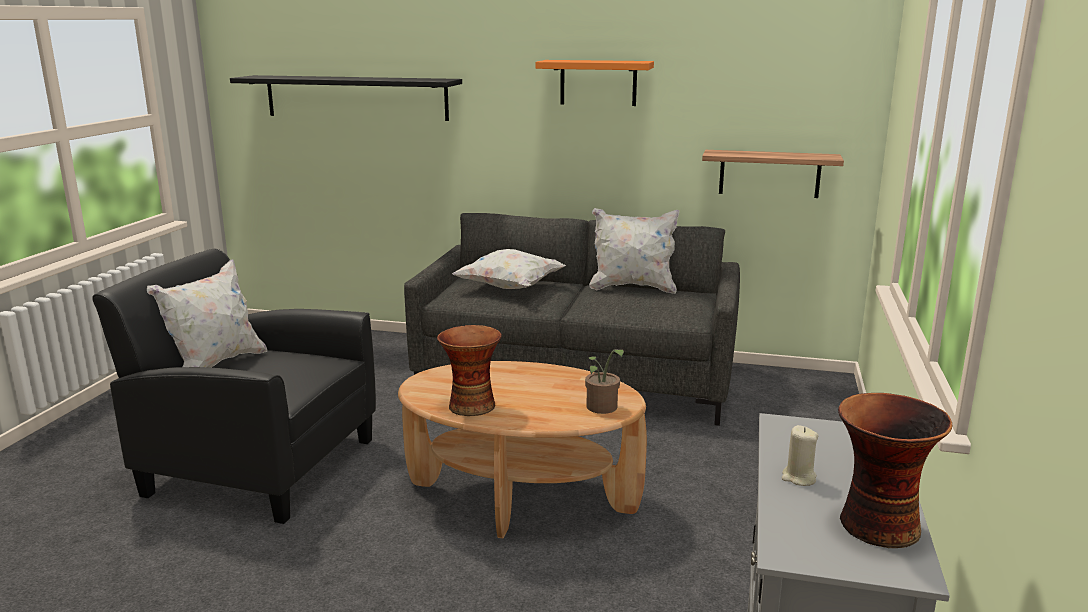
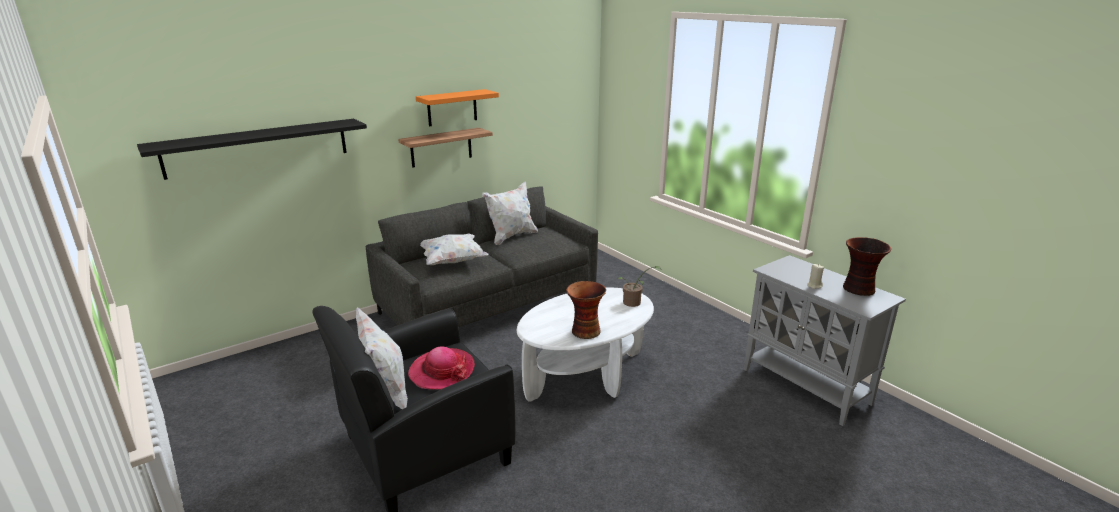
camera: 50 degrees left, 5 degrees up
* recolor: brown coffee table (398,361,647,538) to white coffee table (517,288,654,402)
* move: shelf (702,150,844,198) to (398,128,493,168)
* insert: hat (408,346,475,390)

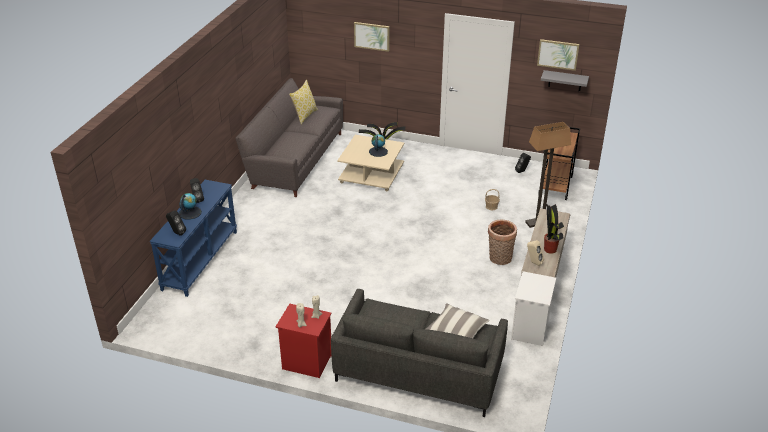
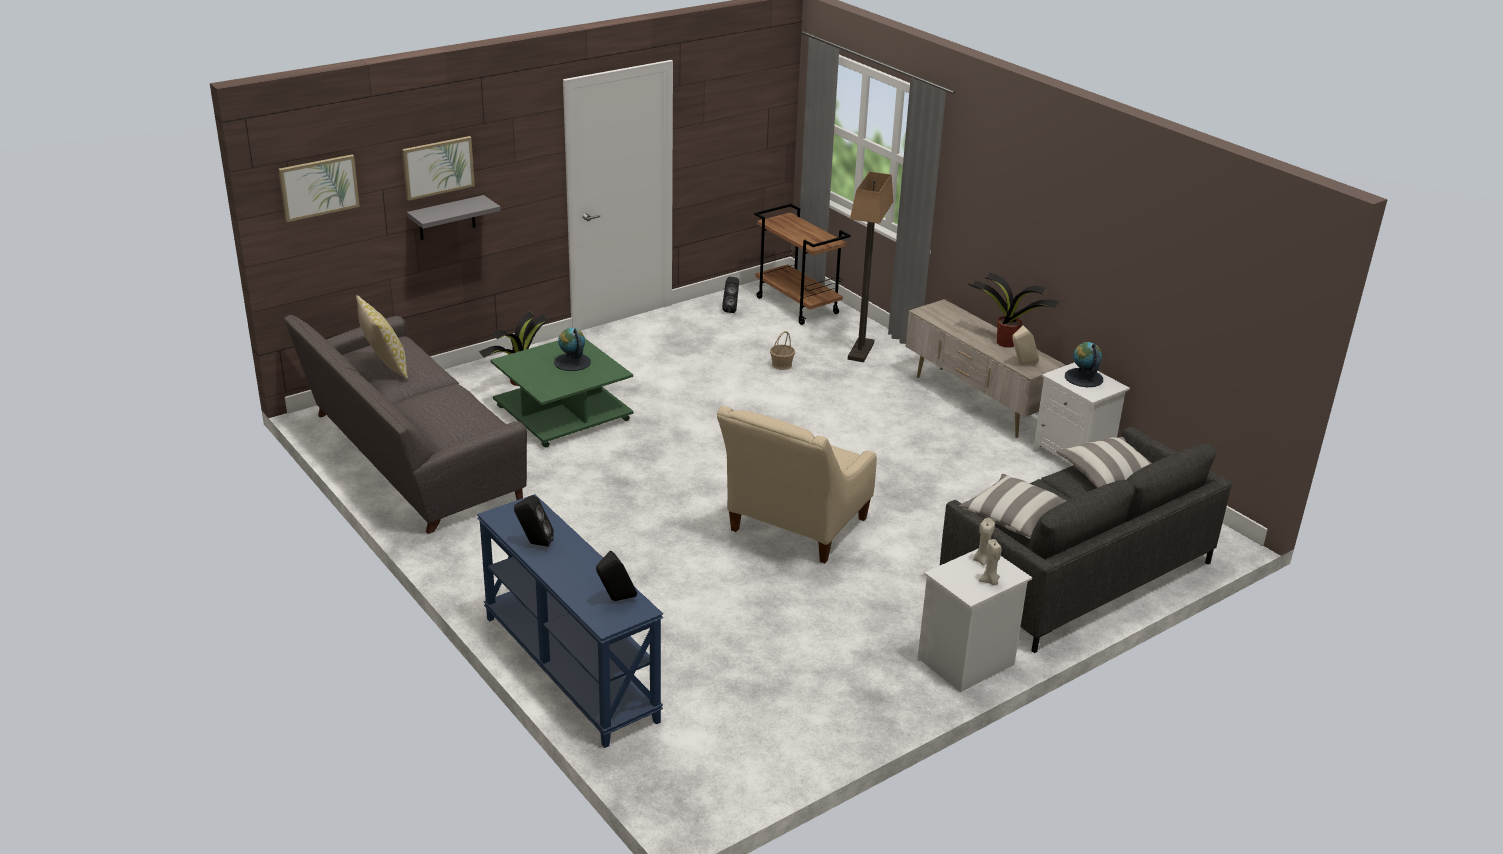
camera: 55 degrees left, 5 degrees down
* move: globe (179,193,202,220) to (1065,342,1103,387)
* recolor: red nightstand (275,304,331,378) to white nightstand (917,548,1032,692)
* recolor: beige coffee table (337,135,404,191) to green coffee table (490,339,634,447)
* delete: basket (488,219,517,265)
* move: picture (537,39,580,71) to (278,155,360,222)
* move: grey shelf (541,70,589,91) to (407,195,501,240)
* insert: beige armchair (717,406,877,563)
* insert: pillow (958,474,1066,539)

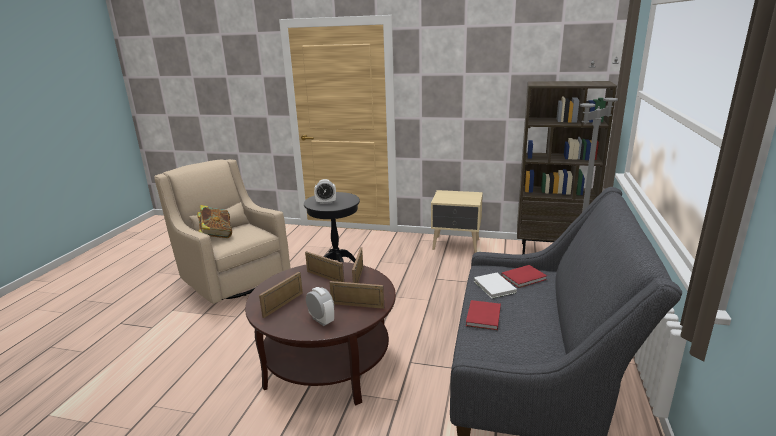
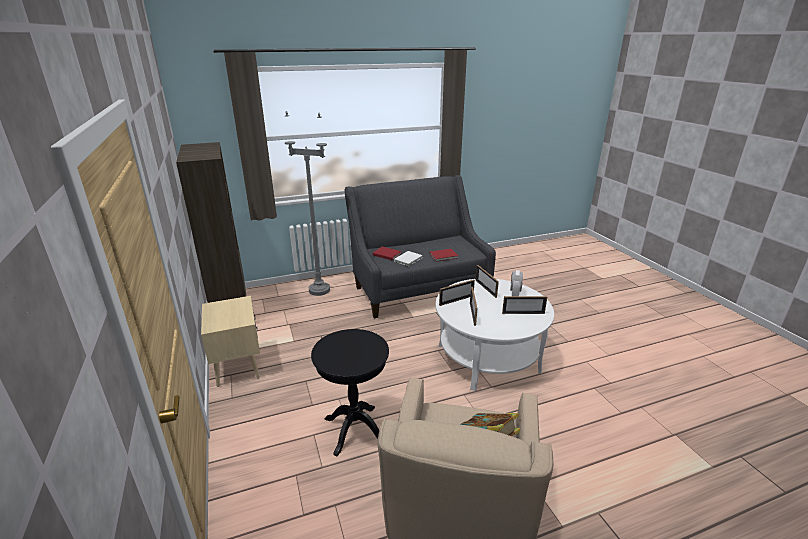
camera: 125 degrees left, 5 degrees up
* recolor: brown coffee table (245,262,396,405) to white coffee table (436,279,554,391)
* delete: alarm clock (314,179,336,204)

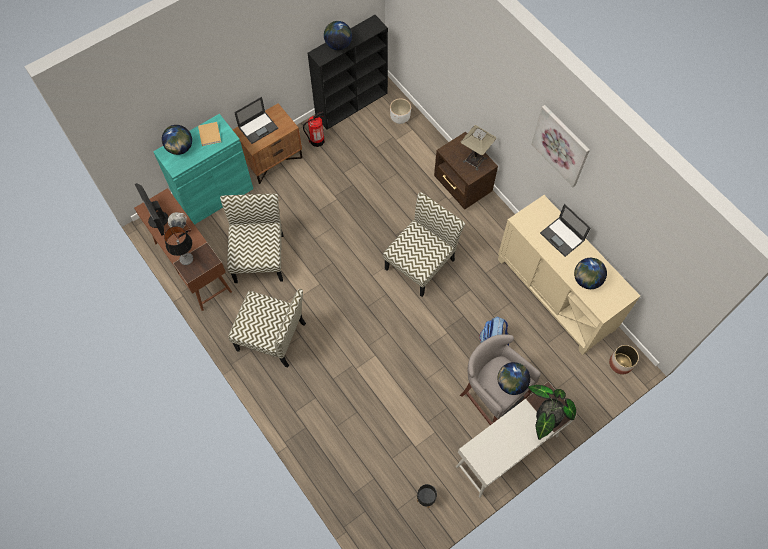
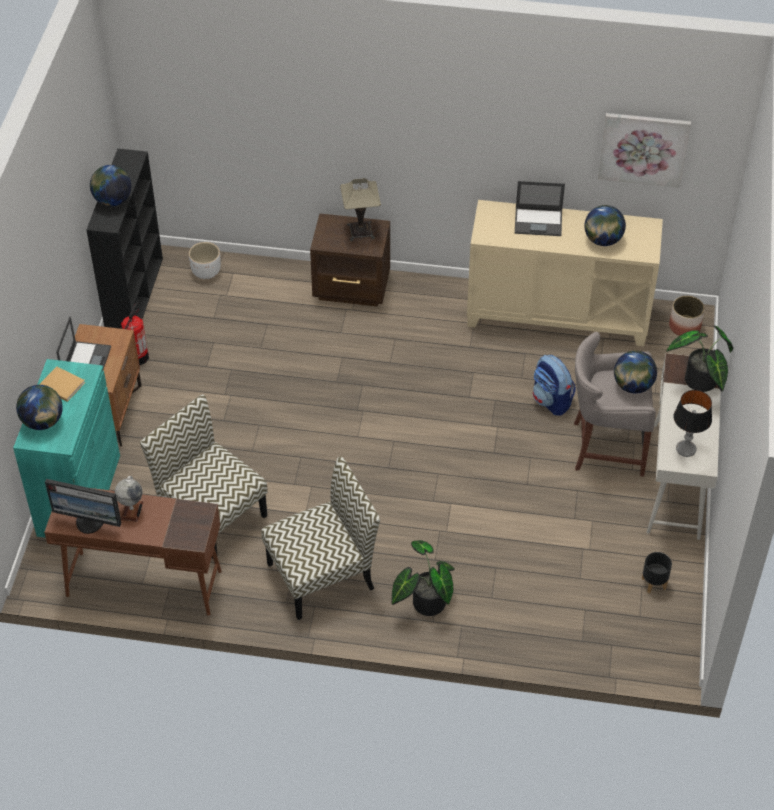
camera: 45 degrees left, 15 degrees down
* move: table lamp (164,226,193,265) to (674,390,712,457)
* delete: chair (383,192,465,297)
* move: picture (531,105,590,187) to (598,113,691,188)
* insert: potted plant (392,540,455,616)

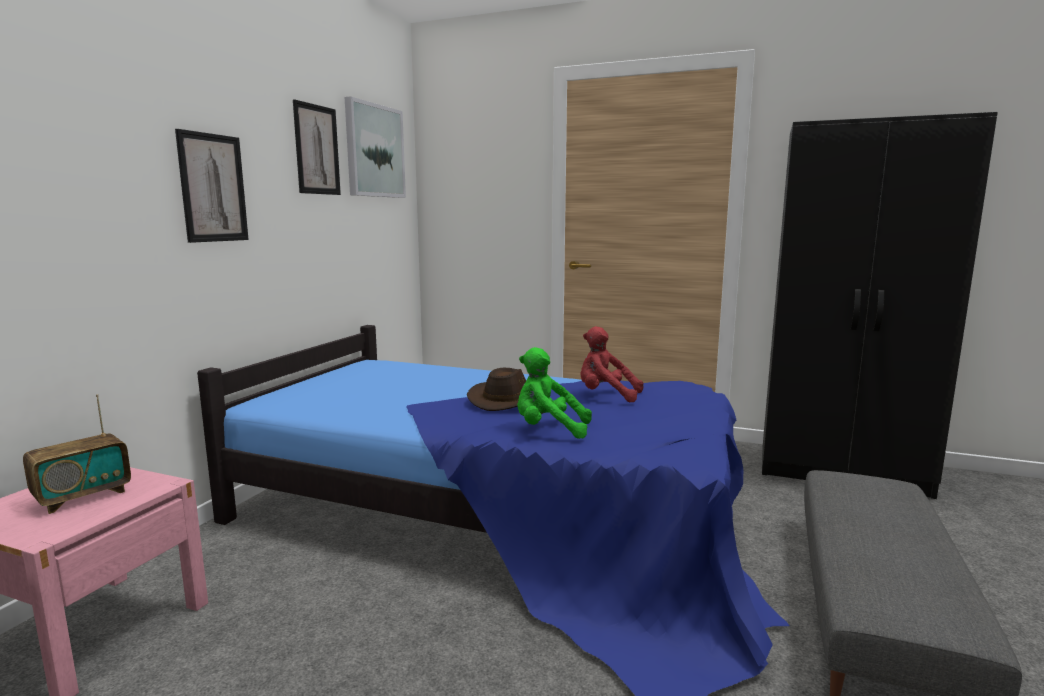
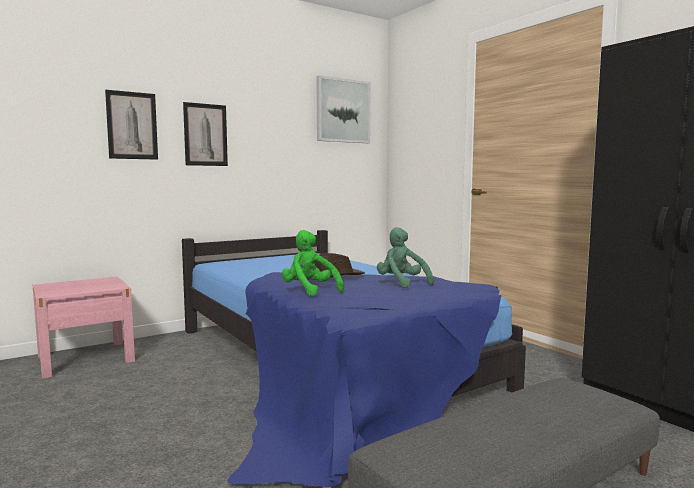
camera: 35 degrees right, 5 degrees down
* delete: radio (23,394,131,514)
* move: picture (293,99,341,195) to (105,90,158,160)
* recolor: red plush toy (580,326,644,402) to green plush toy (377,227,434,288)

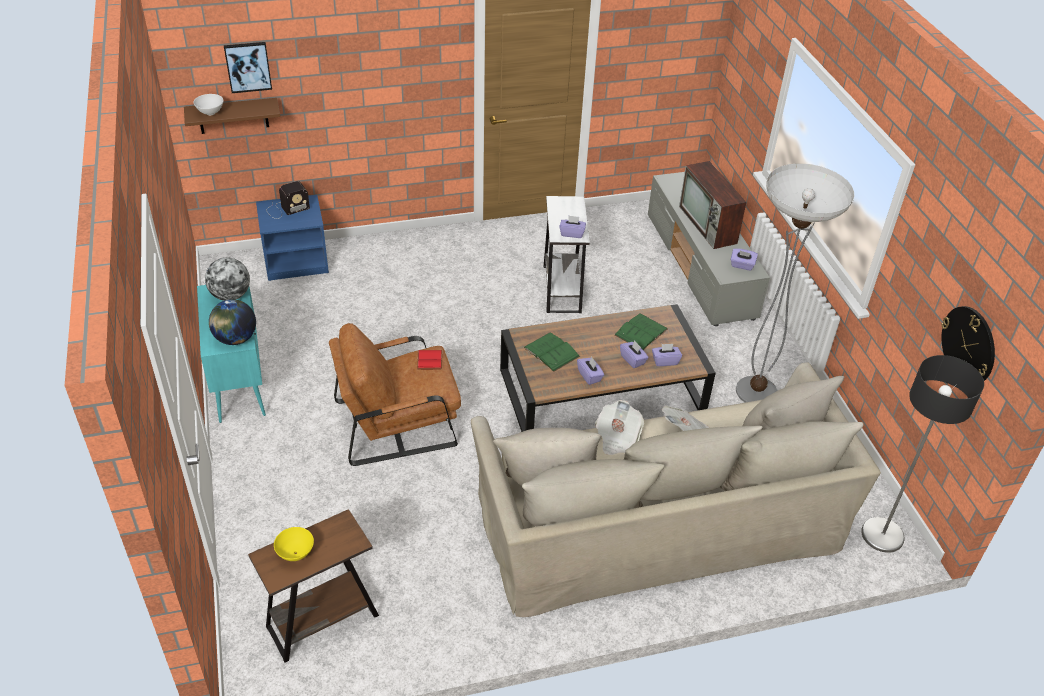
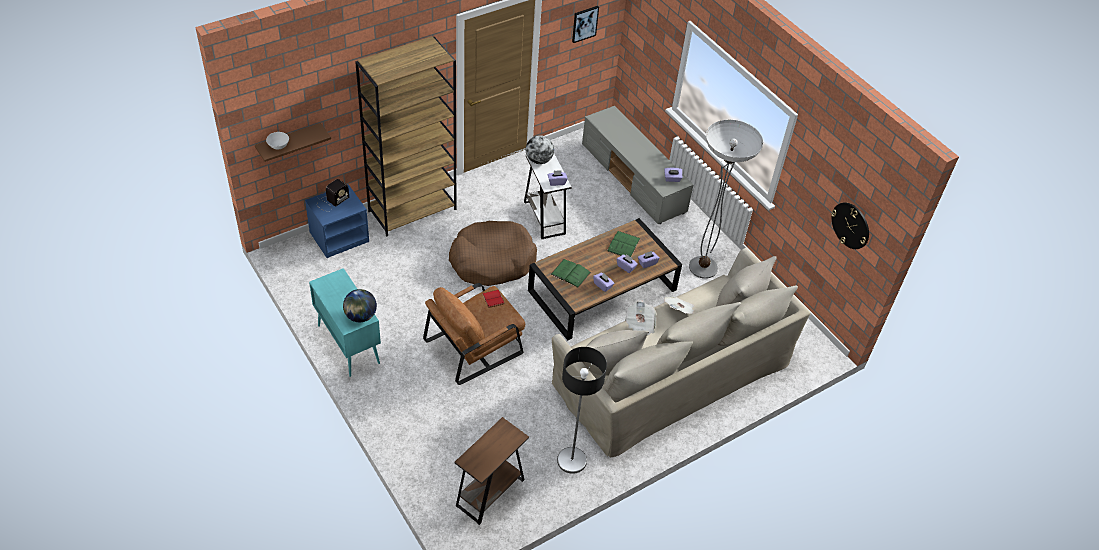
camera: 20 degrees left, 5 degrees up
* move: globe (205,258,250,301) to (526,135,554,164)
* move: picture (224,42,272,93) to (572,6,599,43)
* delete: yellow bowl (274,527,314,561)
* delete: television (679,161,746,249)
* move: floor lamp (861,355,984,553) to (557,347,607,474)
* insert: brown bookcase (355,36,456,237)
* insert: brown dog bed (449,221,537,286)

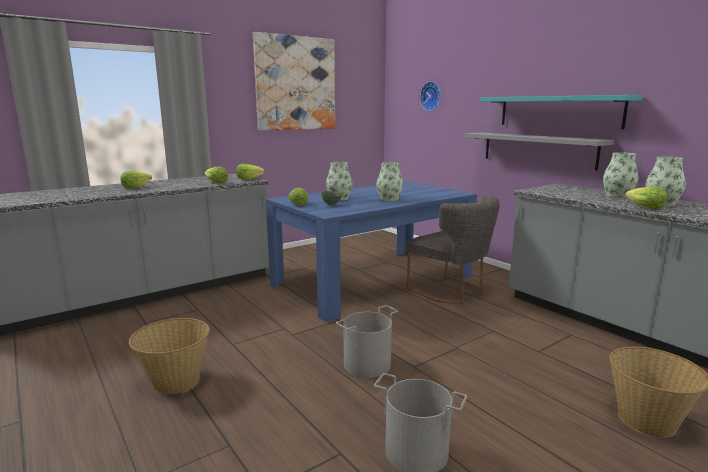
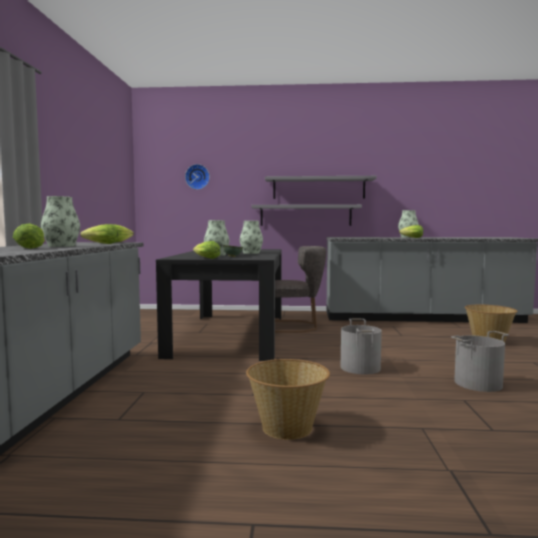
camera: 50 degrees left, 10 degrees down
* delete: picture (253,32,335,131)
* recolor: blue dining table (266,181,477,322) to black dining table (156,249,282,361)
* recolor: turquoise shelf (480,95,643,129) to grey shelf (265,176,376,199)
* move: vase (603,152,639,198) to (41,196,80,247)

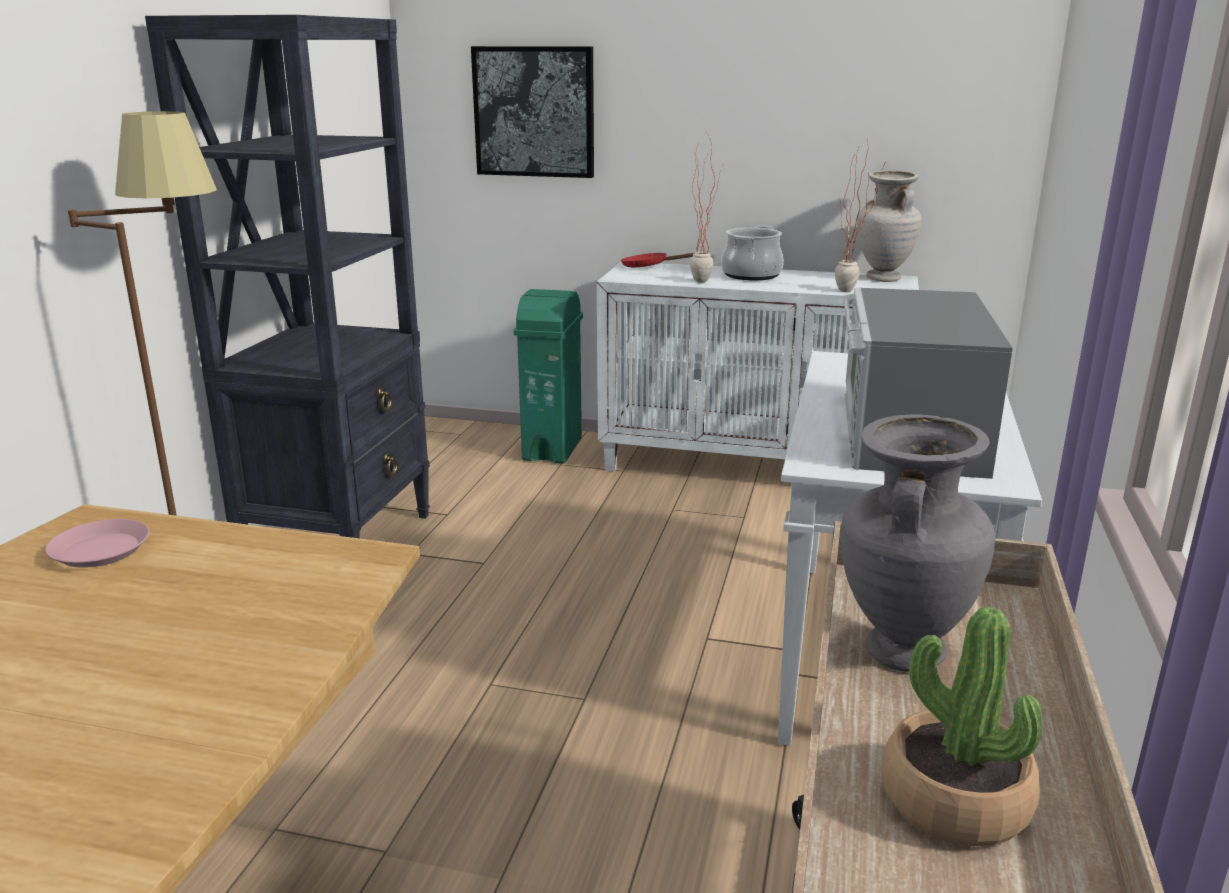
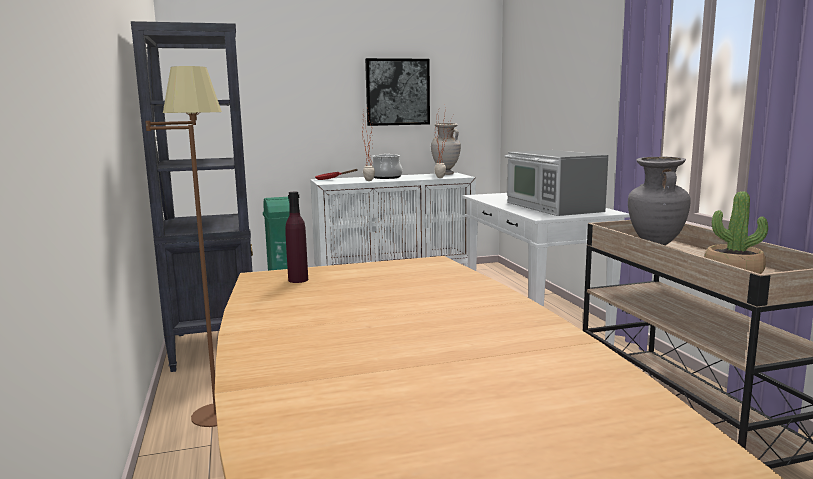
camera: 30 degrees left, 10 degrees down
* replace: pink plate (45,519,150,568) to purple bottle (285,192,308,283)
* move: picture (471,46,594,178) to (365,58,430,126)

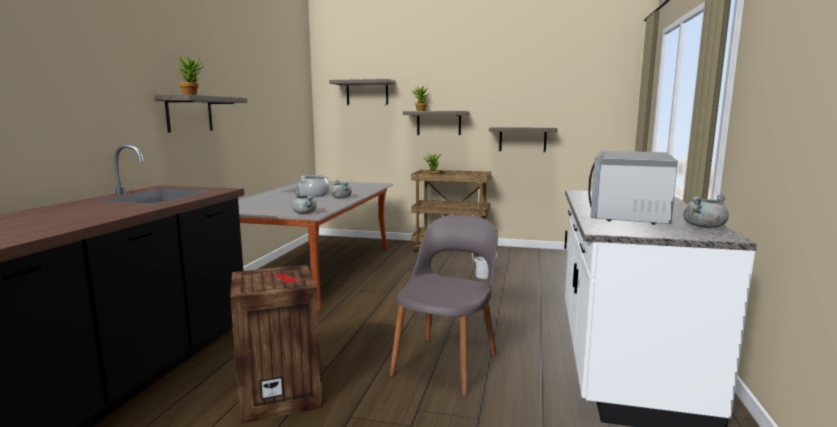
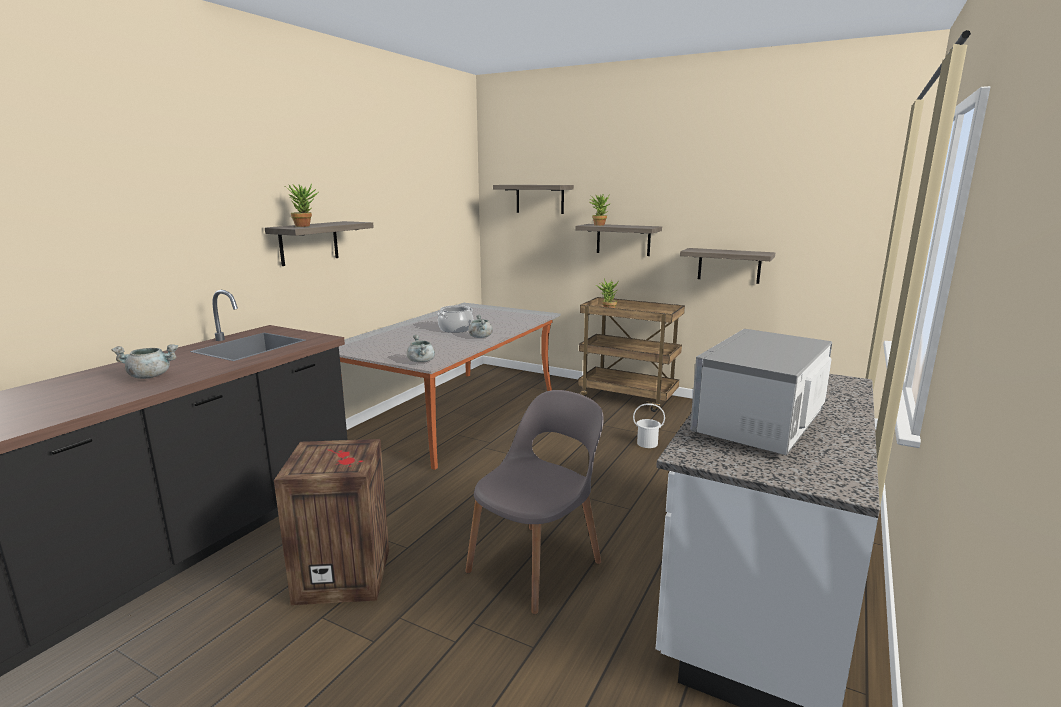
camera: 15 degrees right, 5 degrees up
* move: grey cooking pot (683,194,729,228) to (111,344,178,379)

